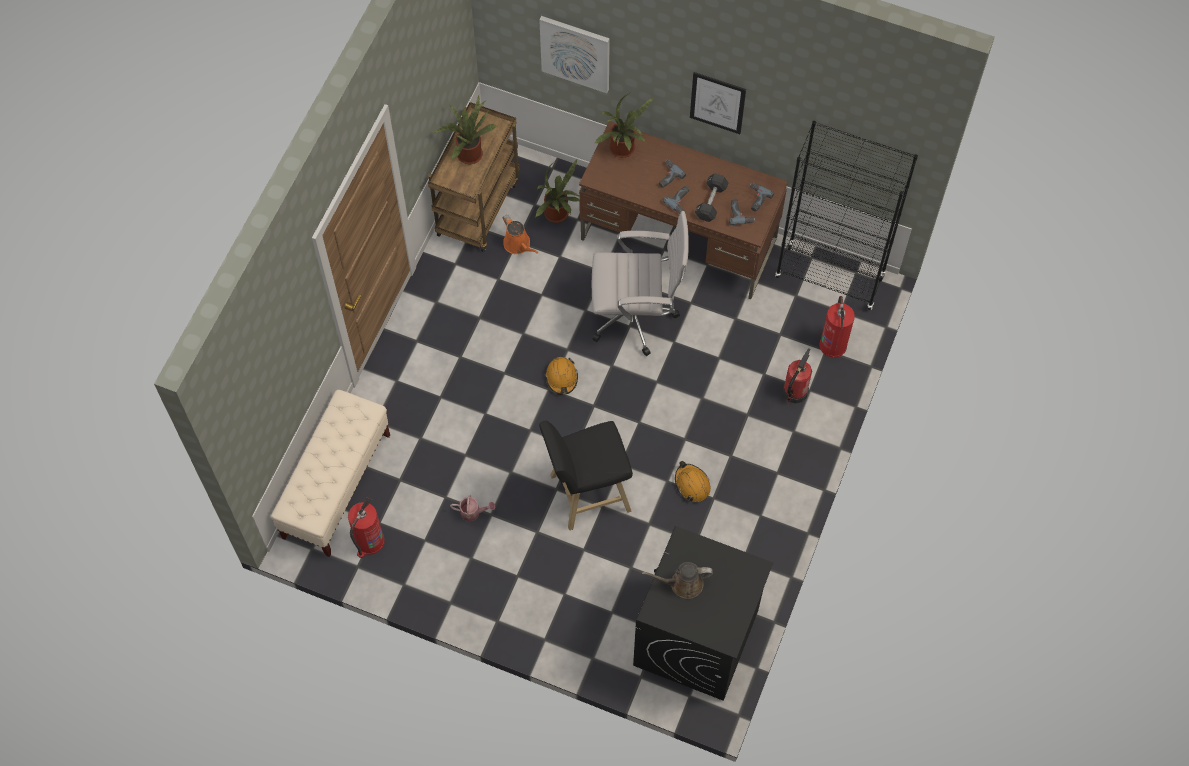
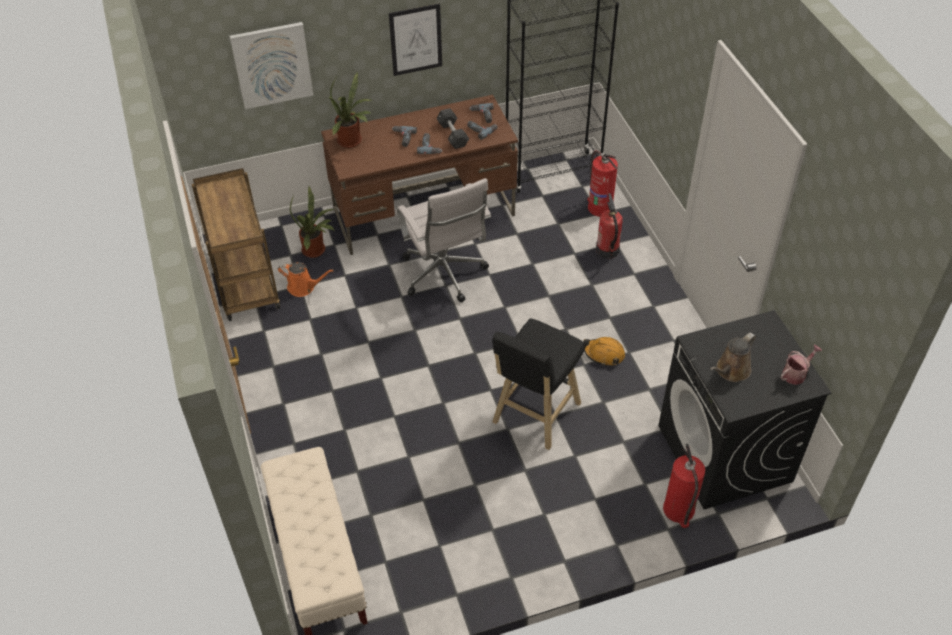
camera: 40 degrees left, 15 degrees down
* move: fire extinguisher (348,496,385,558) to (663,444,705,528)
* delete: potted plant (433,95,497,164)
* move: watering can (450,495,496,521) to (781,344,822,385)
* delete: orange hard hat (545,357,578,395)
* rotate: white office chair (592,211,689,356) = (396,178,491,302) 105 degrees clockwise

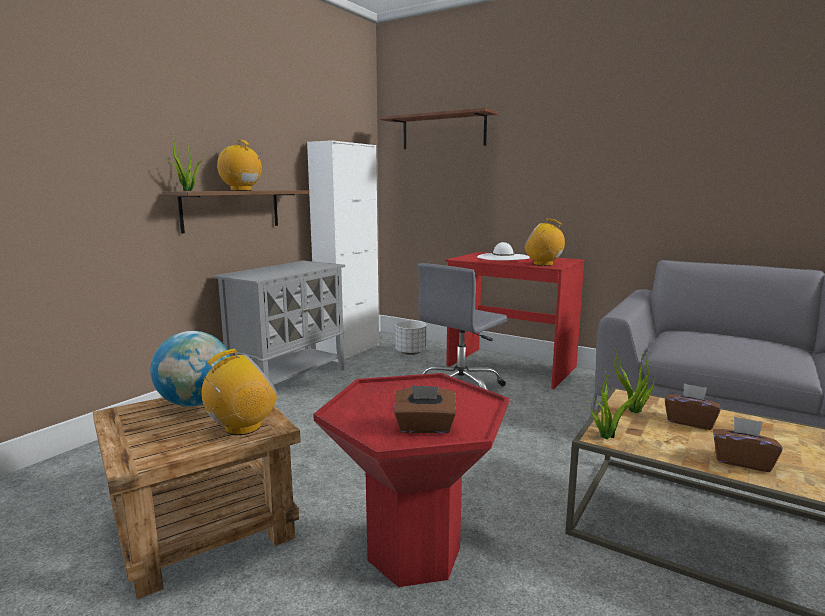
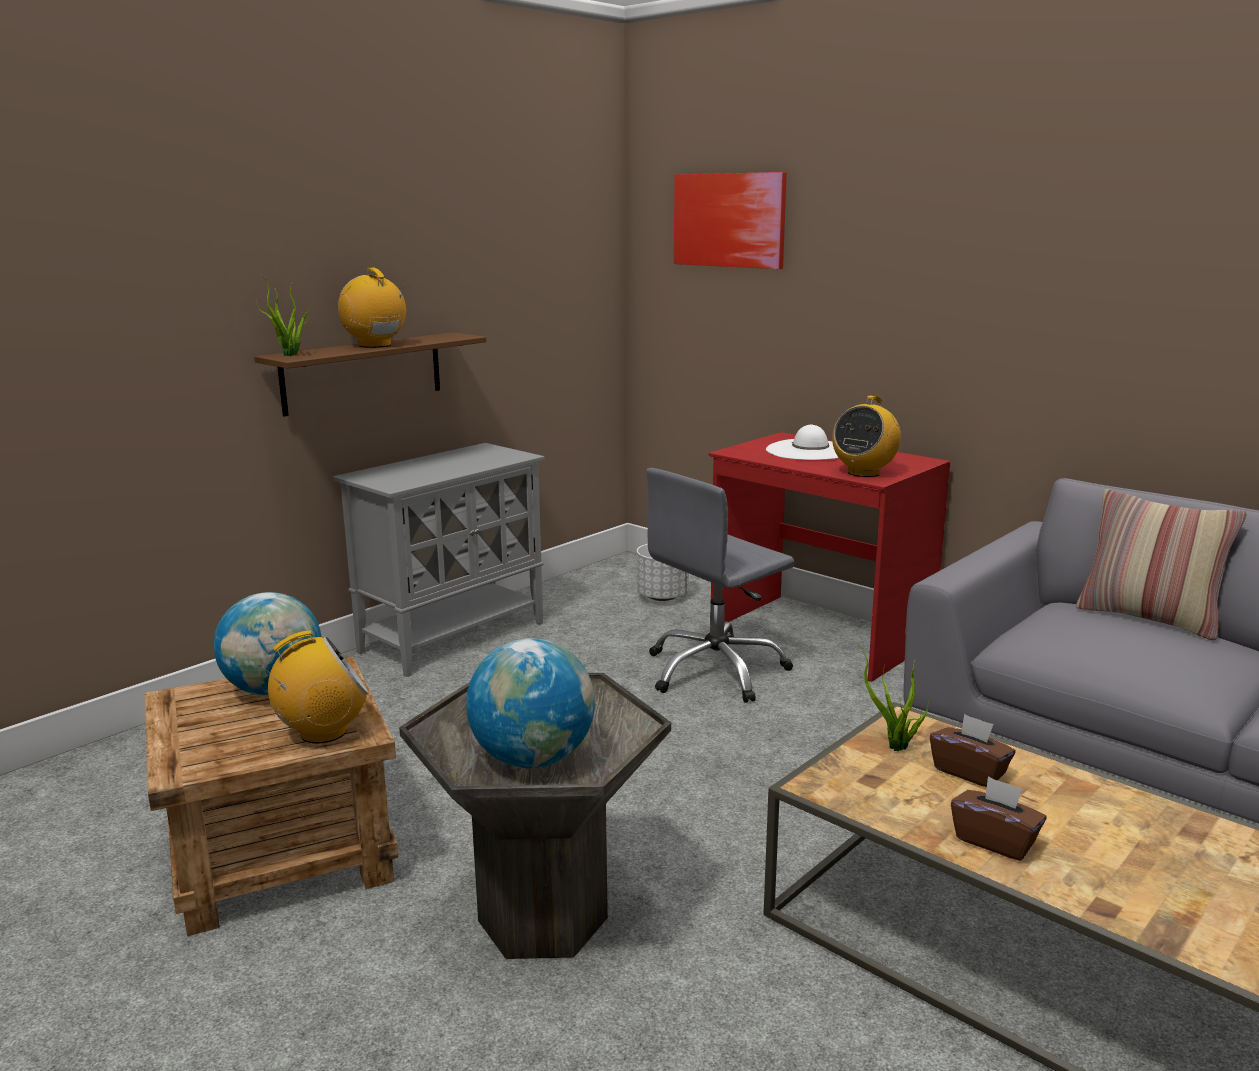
camera: 10 degrees right, 5 degrees up
* delete: white cabinet (307,140,379,362)
* recolor: red side table (313,373,509,587) to grey side table (399,673,671,959)
* replace: brown shelf (379,108,498,149) to picture (674,172,787,269)
* replace: brown tissue box (394,385,456,434) to globe (466,638,595,768)
* rotate: radio (524,219,568,266) = (832,396,901,477) 90 degrees counterclockwise
* delete: potted plant (590,363,649,439)
* insert: pillow (1076,489,1247,640)

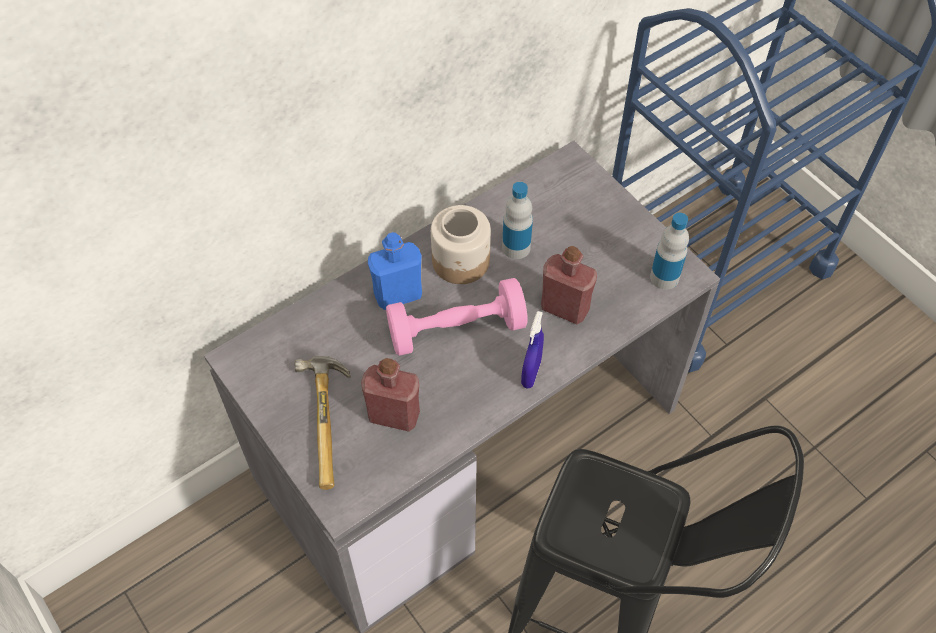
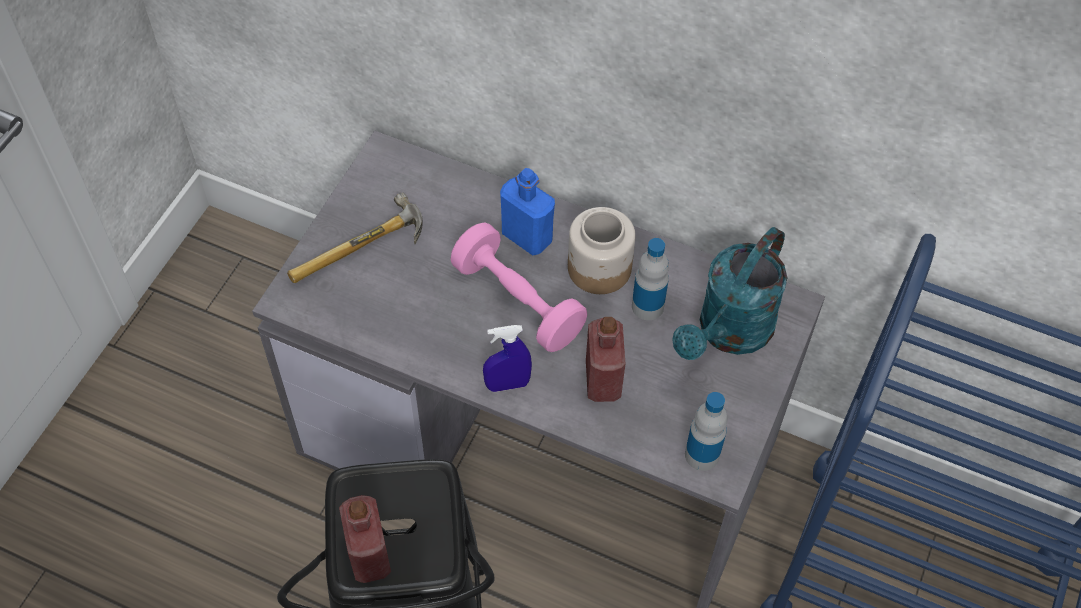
camera: 60 degrees right, 0 degrees up
* move: red bottle (361,358,420,432) to (339,495,391,583)
* insert: turquoise watering can (672,227,787,360)

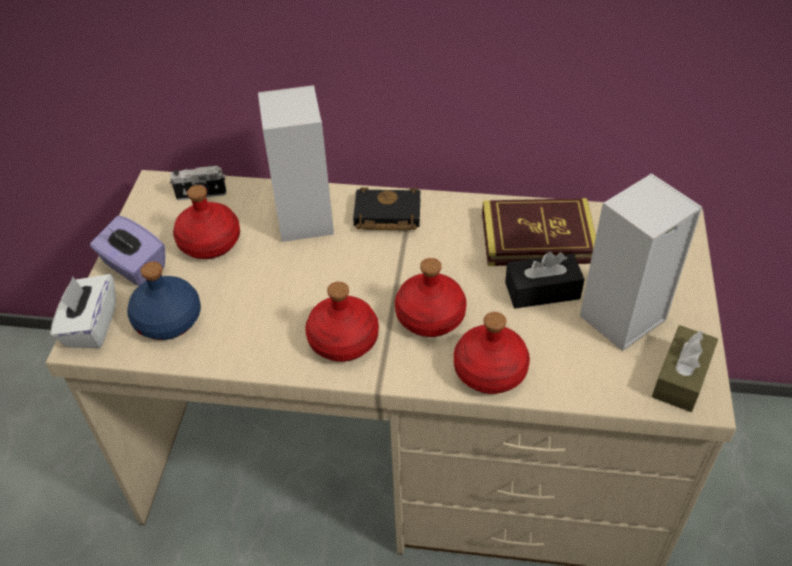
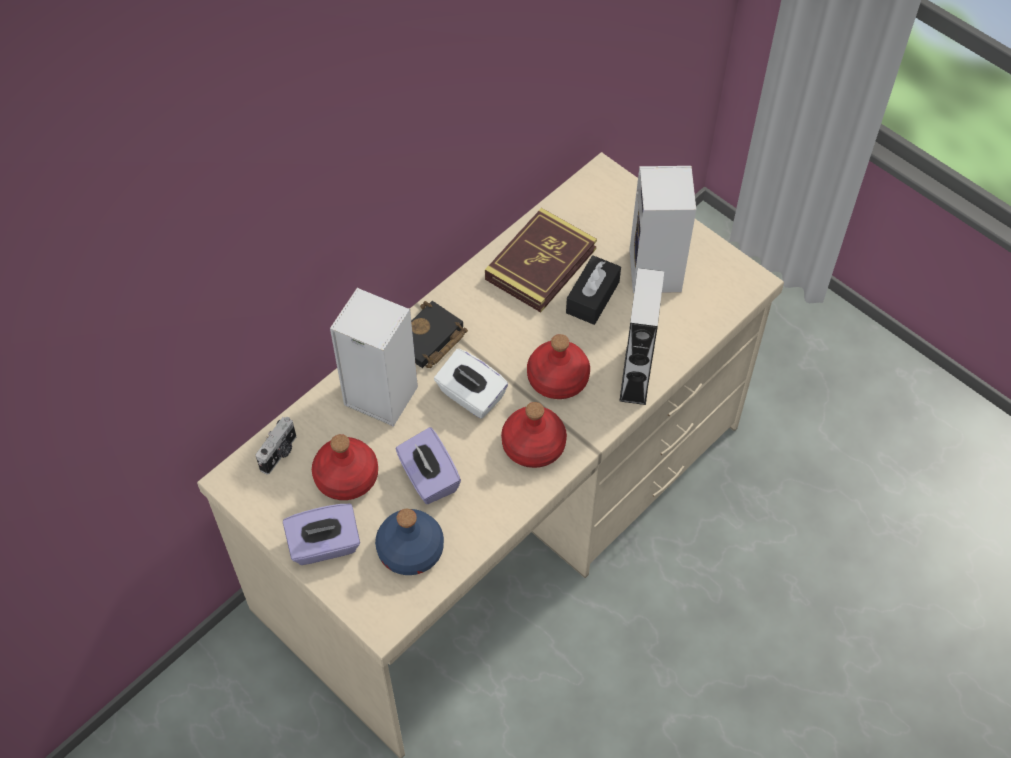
camera: 55 degrees left, 10 degrees up
* move: white tissue box (50,274,116,348) to (434,349,508,419)
* replace: red bottle (454,312,530,394) to grey speaker (619,268,664,405)
* delete: brown tissue box (652,325,718,412)
* insert: purple tissue box (396,427,461,504)

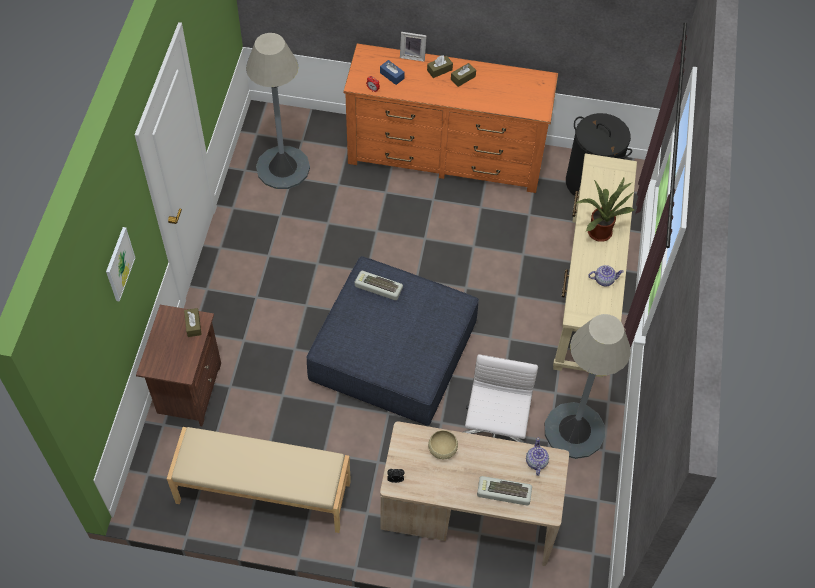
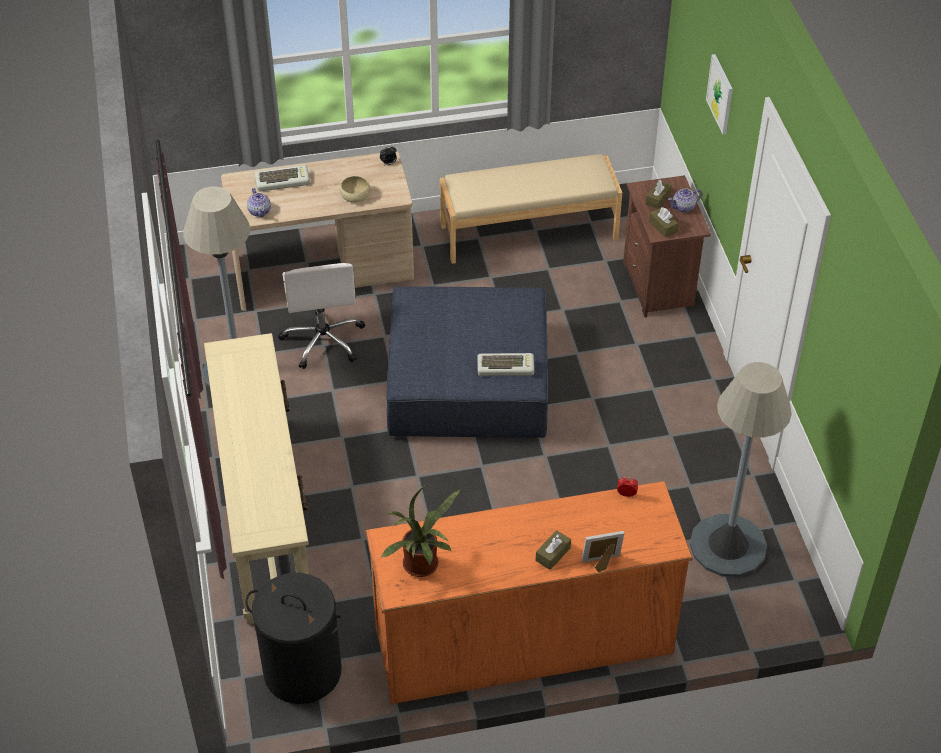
camera: 160 degrees right, 10 degrees down
* delete: blue tissue box (380,60,405,85)
* move: brown tissue box (451,63,476,87) to (645,180,672,209)
* move: potted plant (576,178,634,242) to (381,483,461,577)
* move: teapot (588,265,624,287) to (668,188,702,213)

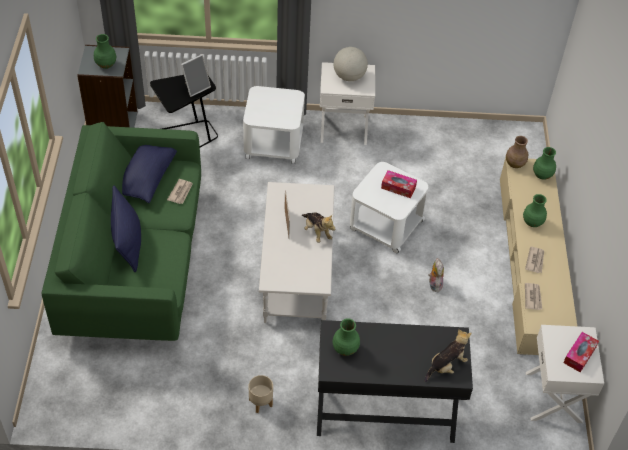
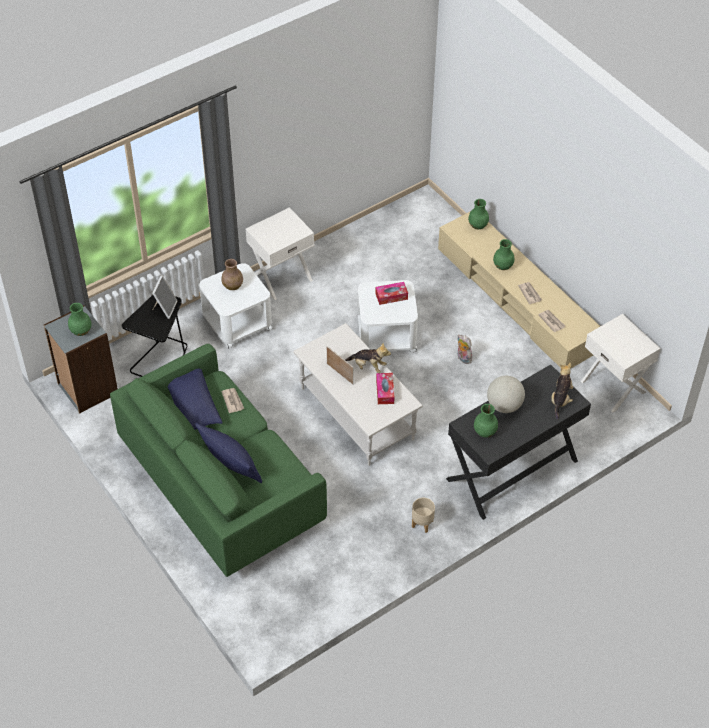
camera: 35 degrees left, 0 degrees up
* move: globe (334,47,368,81) to (487,376,525,413)
* move: brown vase (506,136,528,168) to (222,259,243,290)
* move: tissue box (563,332,599,372) to (376,373,394,404)

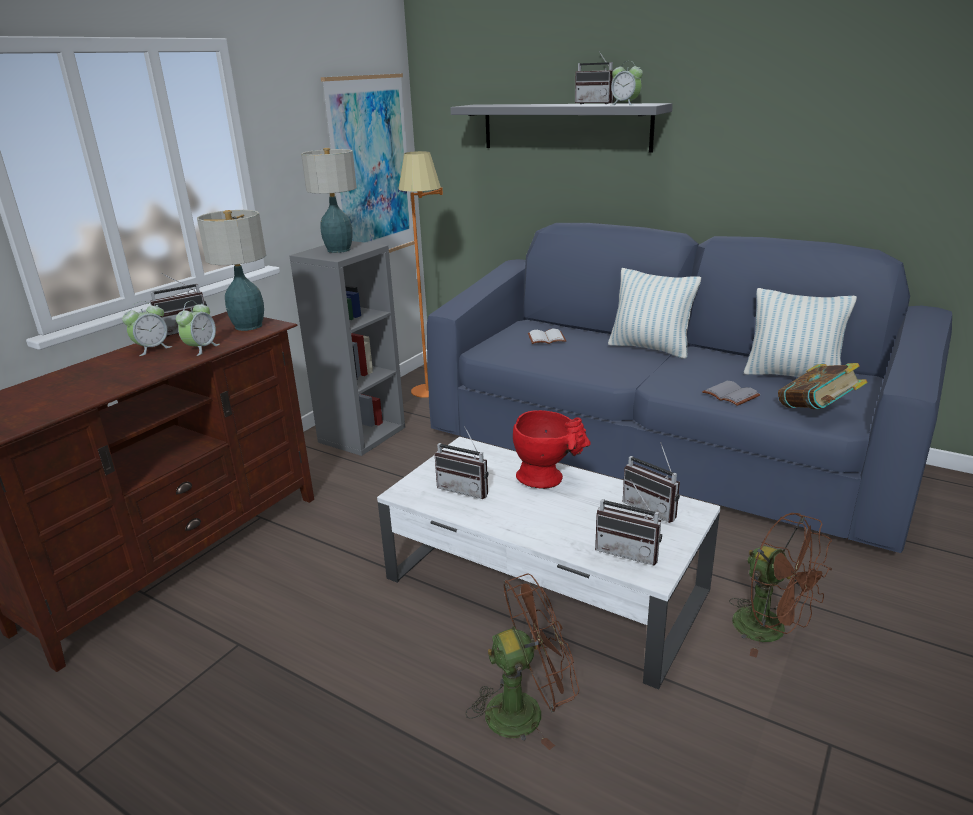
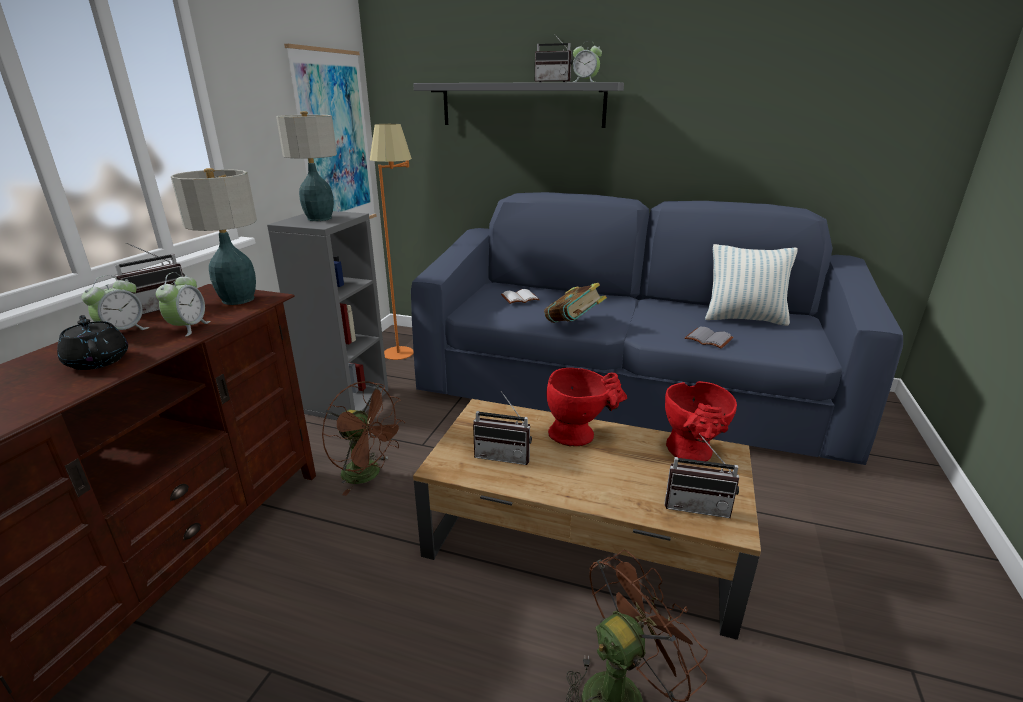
camera: 15 degrees left, 0 degrees up
* recolor: white coffee table (377,437,721,690) to brown coffee table (413,399,761,640)
* delete: pillow (608,268,701,359)
* replace: radio (623,442,680,523) to red vase (665,381,737,461)
* move: brown fan (729,513,832,658) to (322,381,406,496)
* move: book (778,363,868,409) to (544,283,607,323)
* insert: black teapot (57,315,128,370)

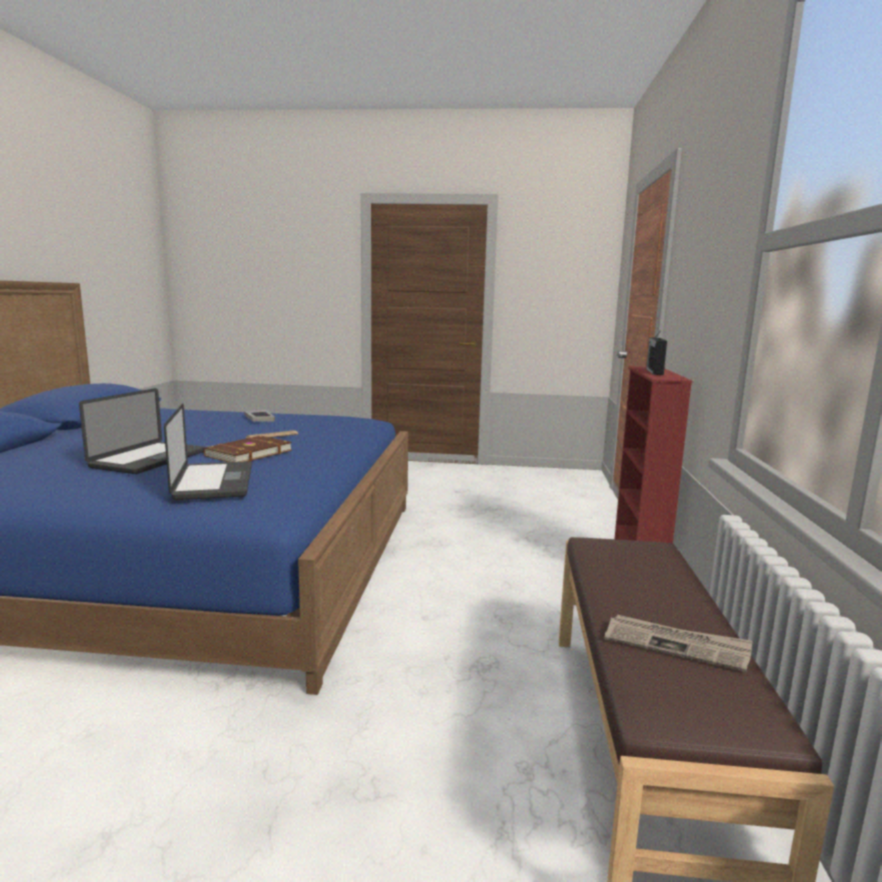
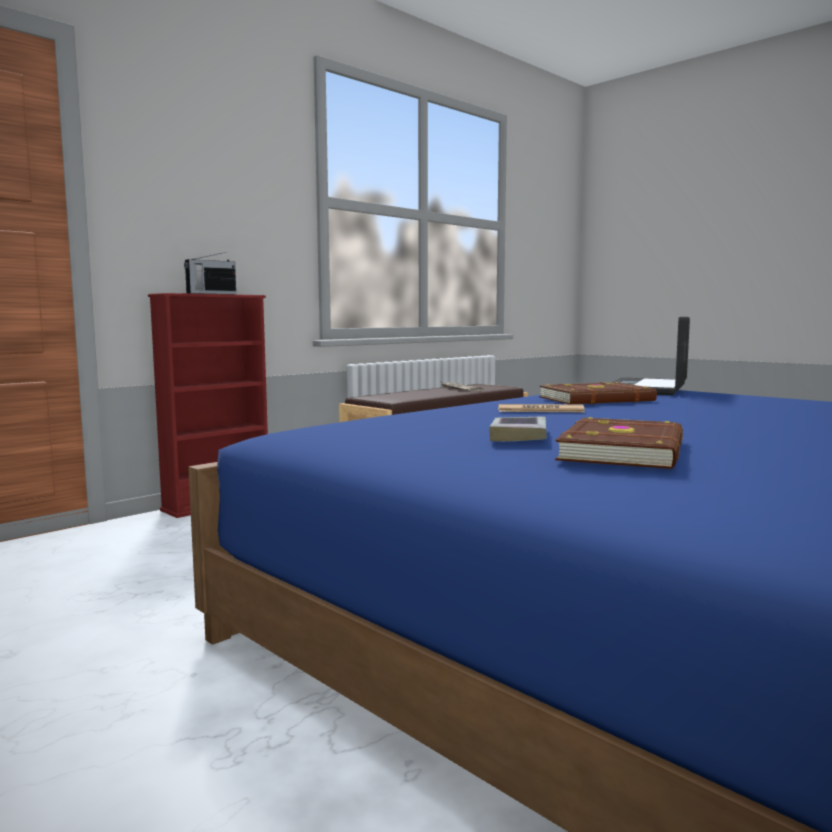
camera: 140 degrees left, 5 degrees down
* delete: laptop (79,388,205,474)
* insert: brown book (555,417,683,469)

